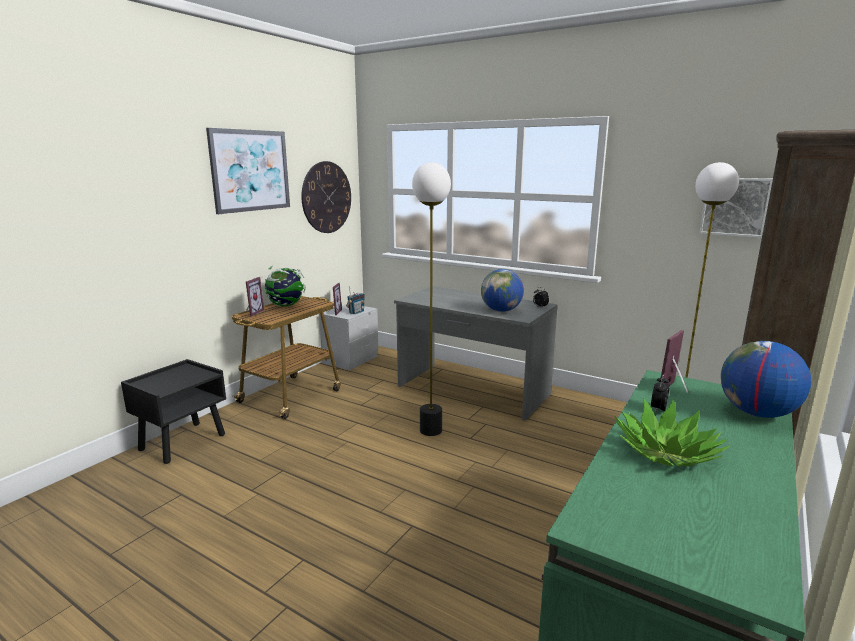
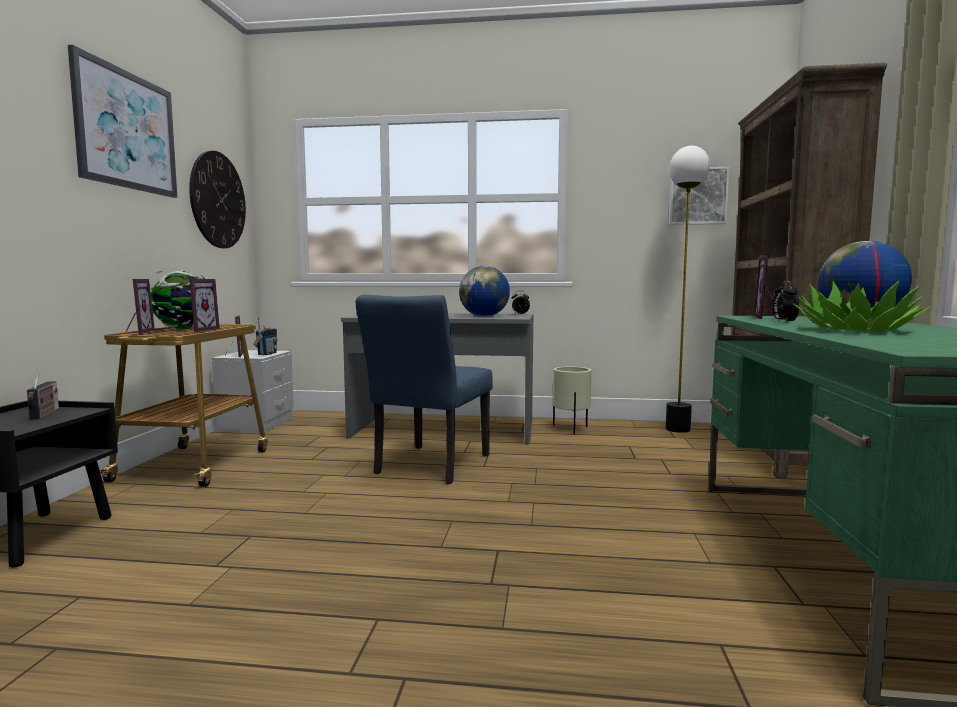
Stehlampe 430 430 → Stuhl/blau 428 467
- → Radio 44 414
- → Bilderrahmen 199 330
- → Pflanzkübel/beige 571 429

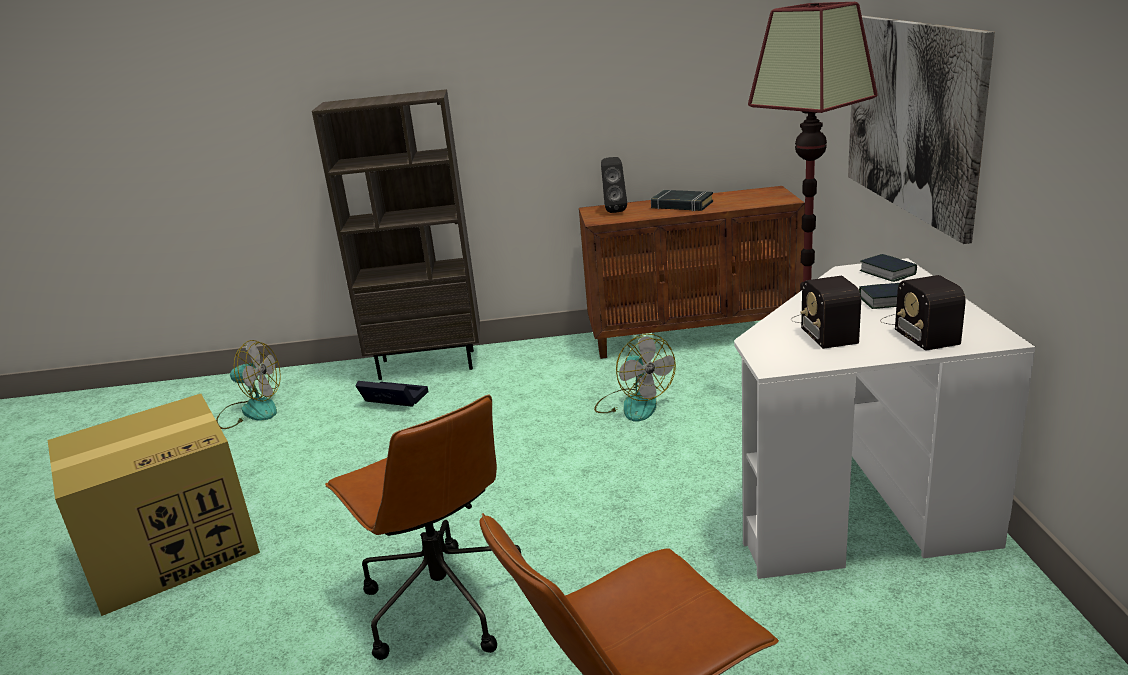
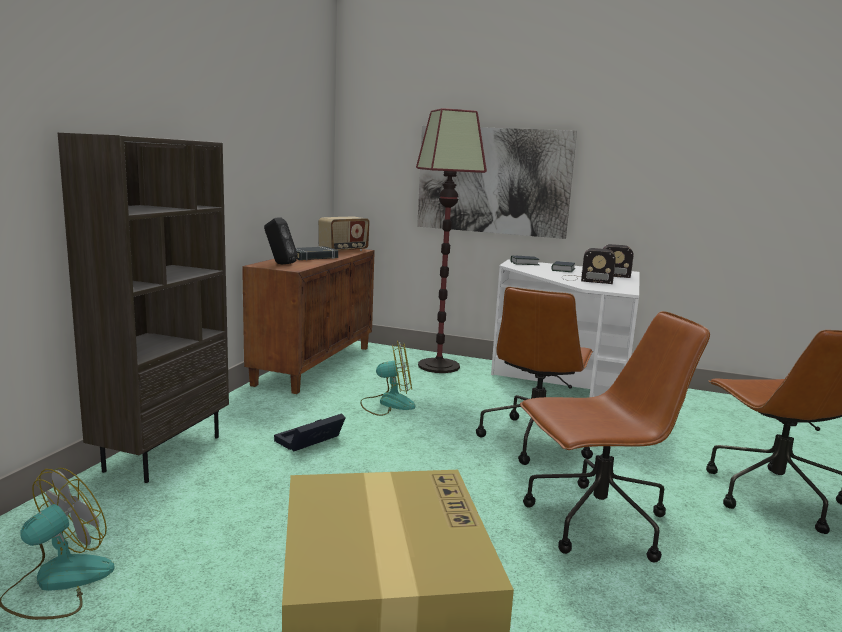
Aufbewahrungsbox/schwarz 392 399 → Aufbewahrungsbox/schwarz 308 441, relocated
- → Radio 344 250
- → Bürostuhl/braun 534 440

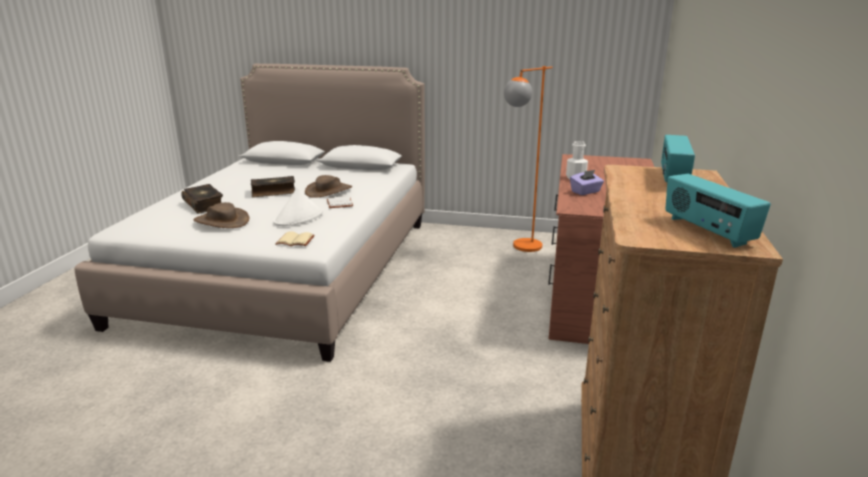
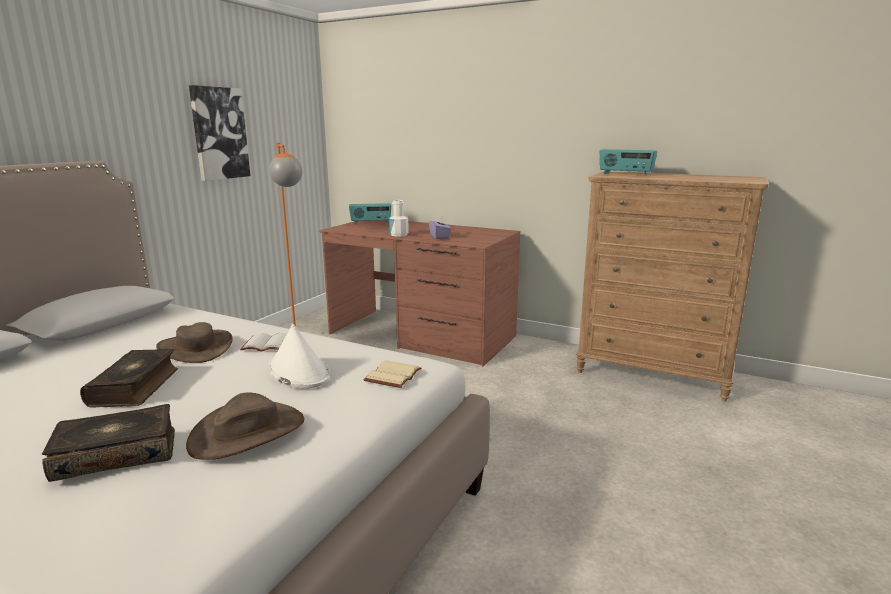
Radio 707 231 → Radio 370 222, relocated
- → Bild 219 133

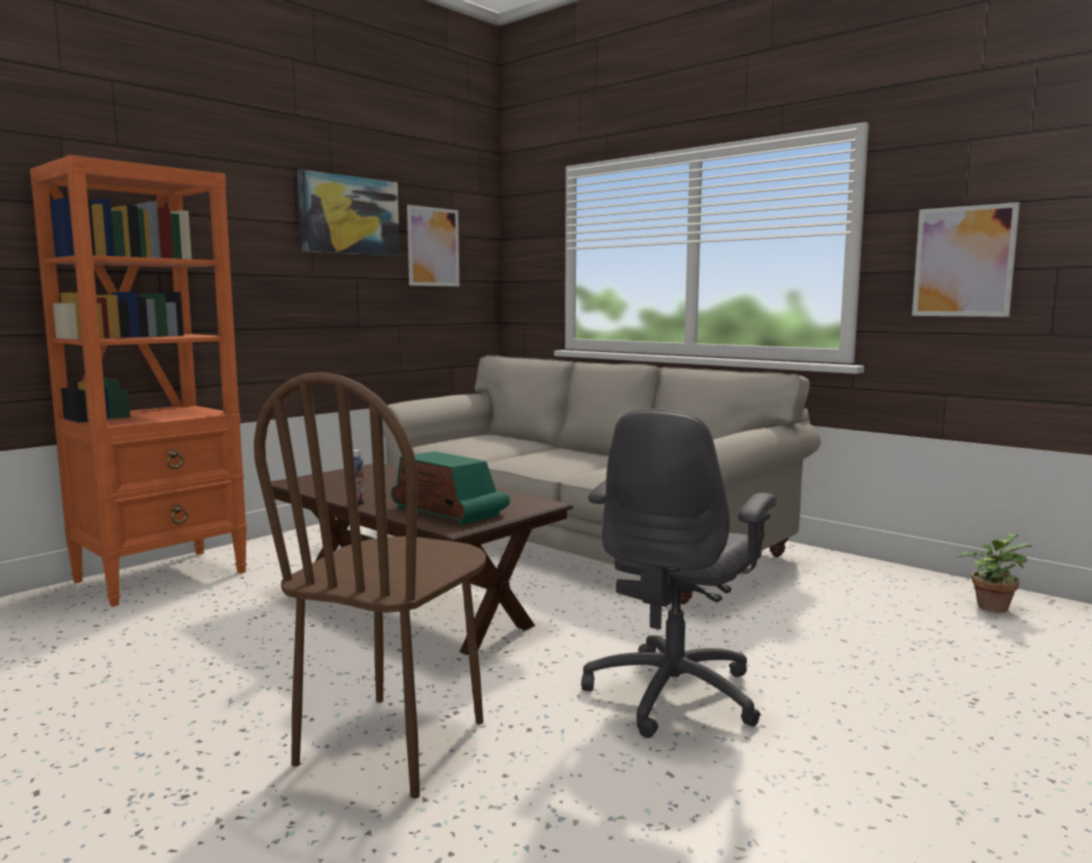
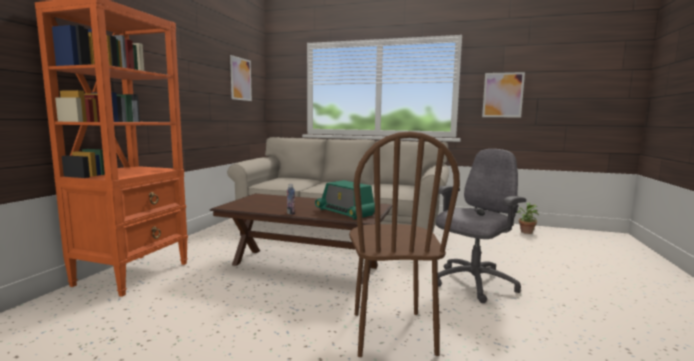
Bild 349 215 → -
Radio 448 511 → Radio 345 212, 150 degrees counterclockwise
Bürostuhl/grau 675 693 → Bürostuhl/grau 473 284, 135 degrees counterclockwise

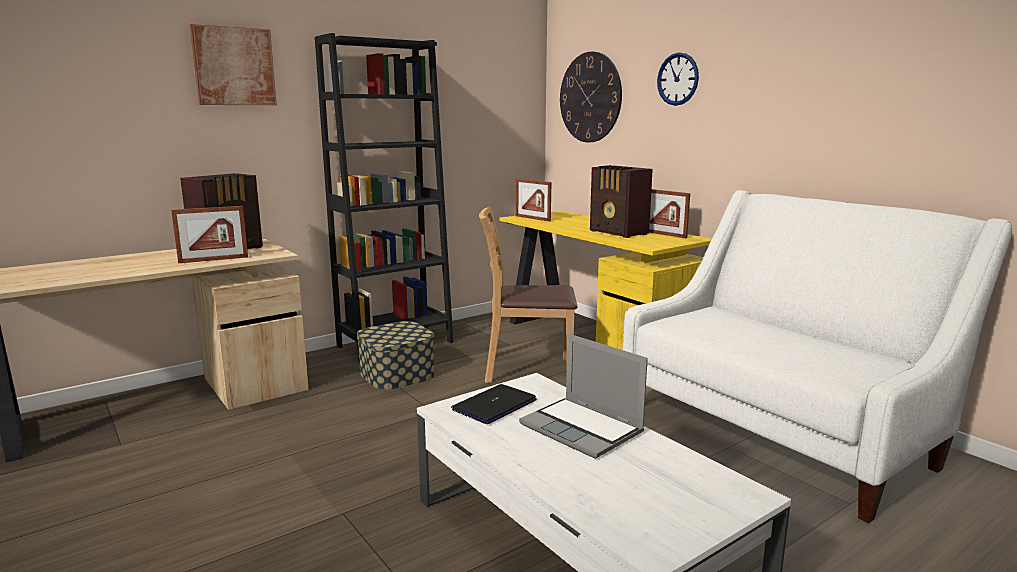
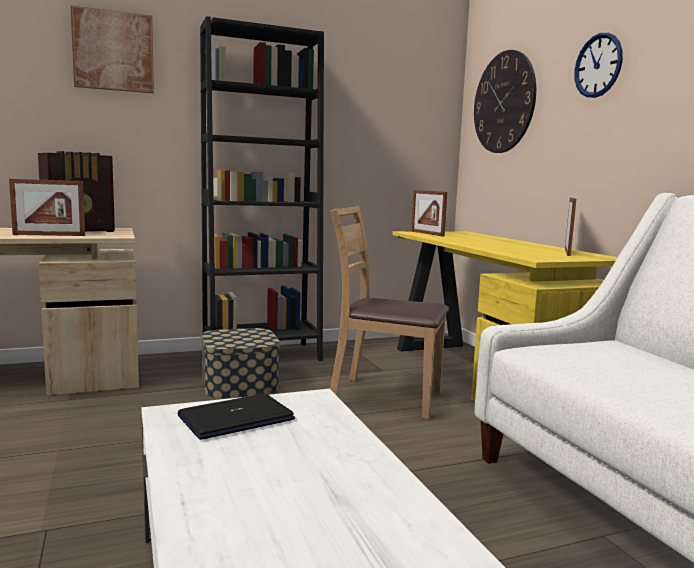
Laptop 583 429 → -
Radio 619 232 → -
Bilderrahmen 663 234 → Bilderrahmen 567 252, 135 degrees counterclockwise

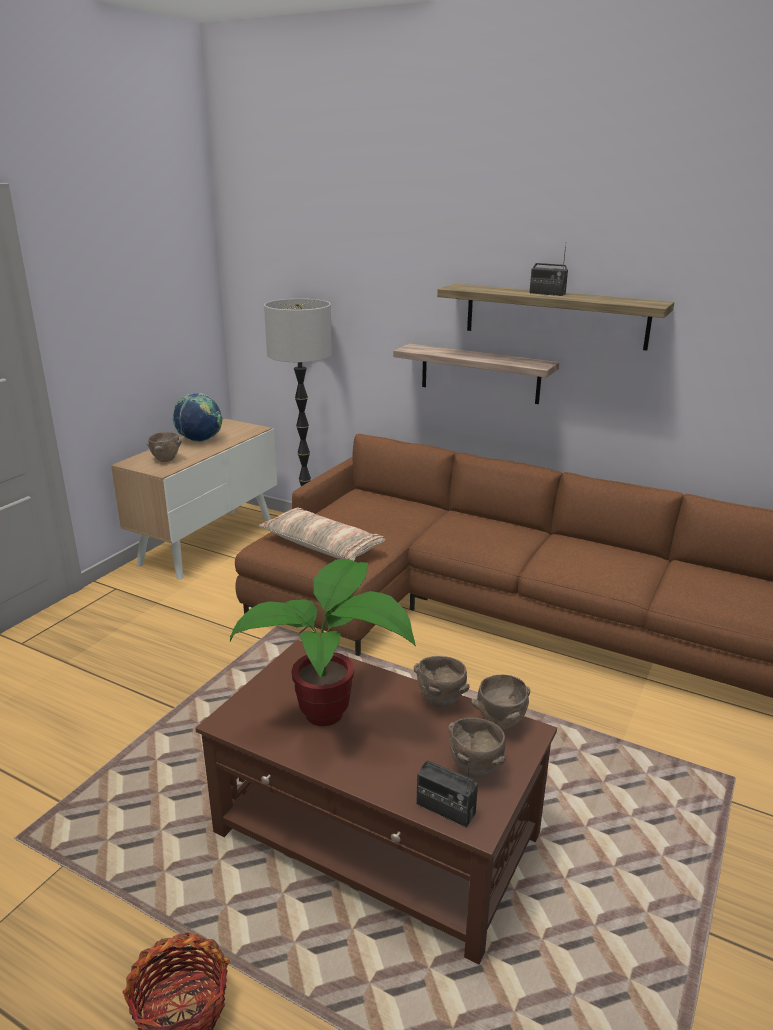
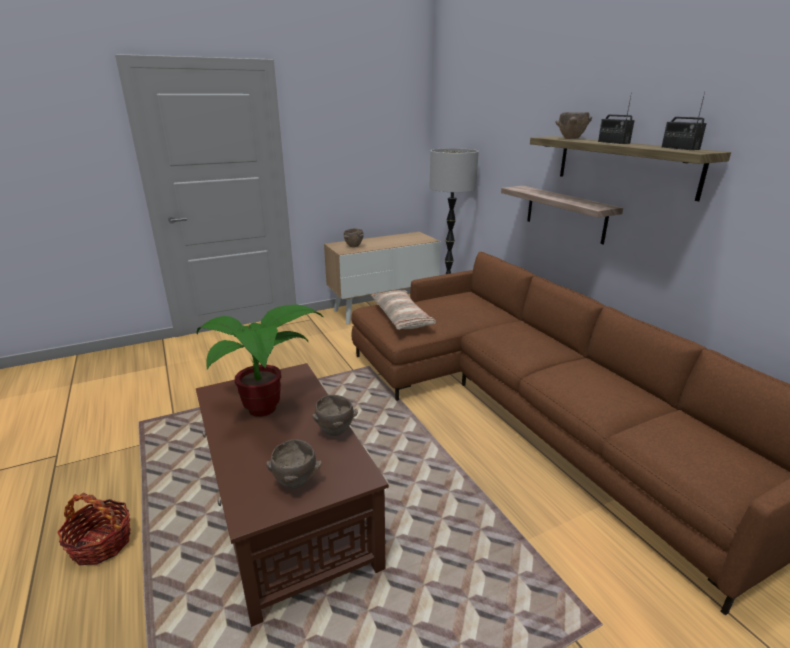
Globus 200 441 → -
Radio 445 809 → Radio 680 148, relocated
Schüssel/braun 500 723 → Schüssel/braun 571 139, relocated

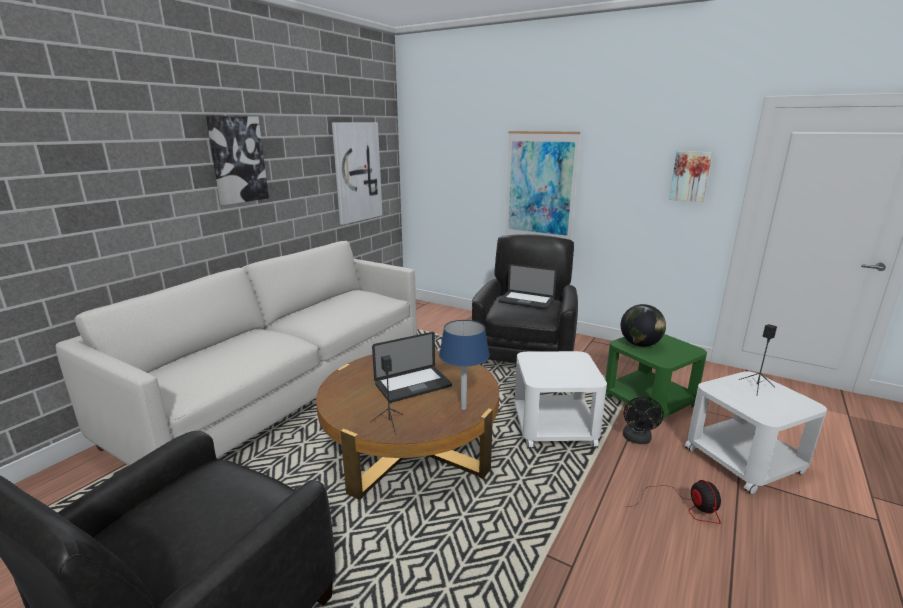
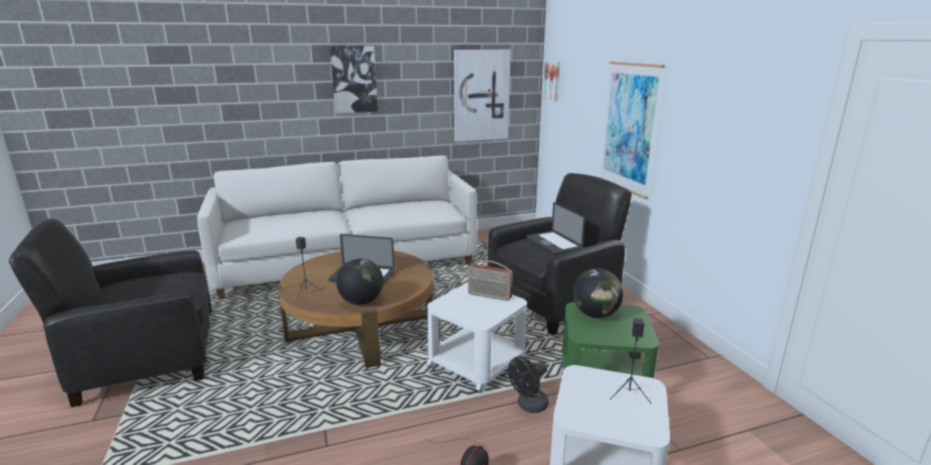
Tischlampe/blau 463 408 → Globus 361 302
Bild 690 176 → Bild 552 80, relocated
- → Radio 489 296

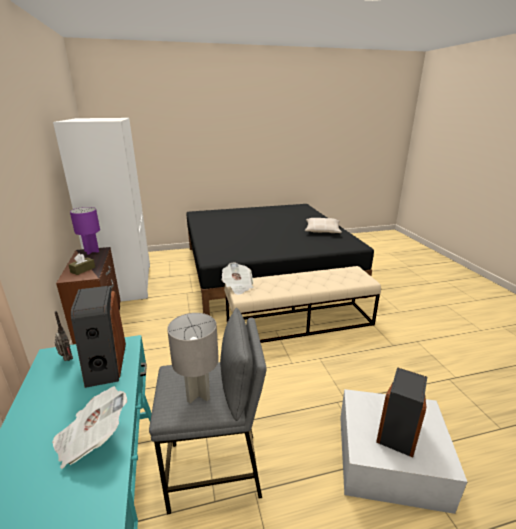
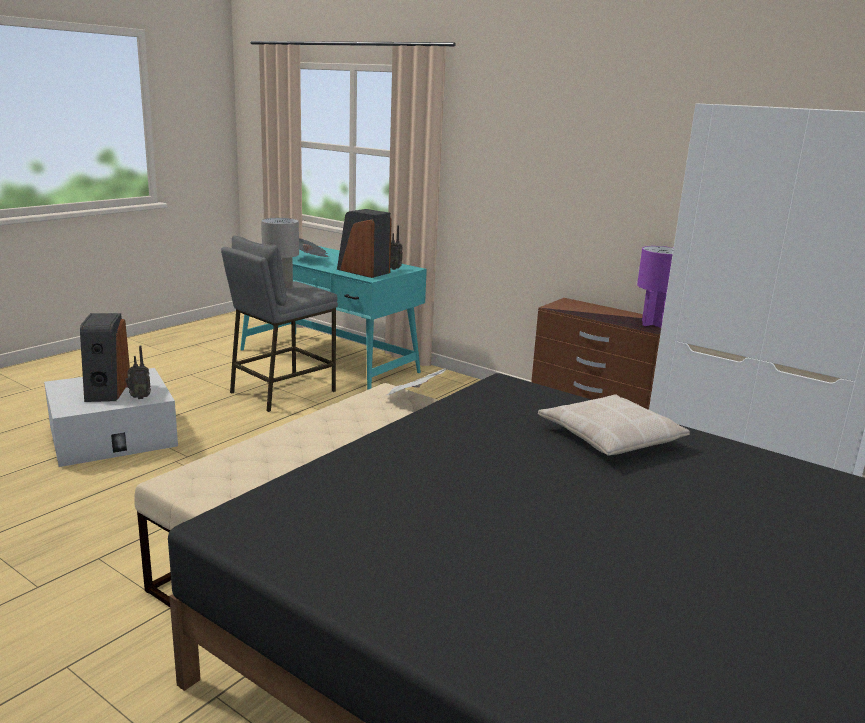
Taschentuchbox/braun 83 270 → -
Kissen/beige 322 230 → Kissen/beige 610 437, relocated
- → Radio 139 397

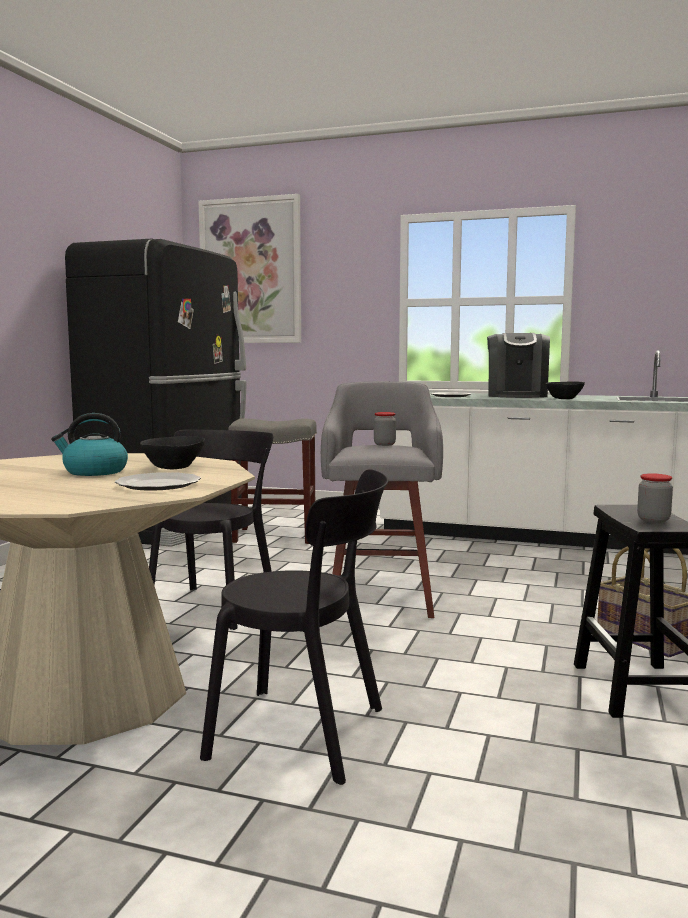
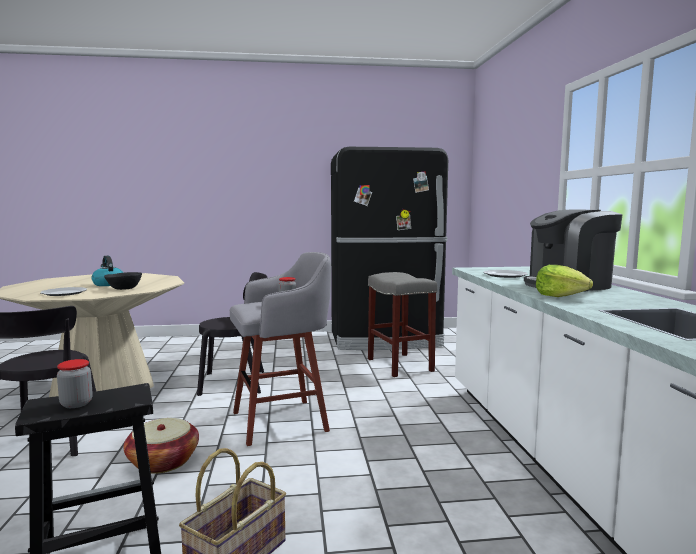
Bild 250 271 → -
Schüssel/schwarz 563 398 → Salatkopf 560 296
- → Korb 163 461

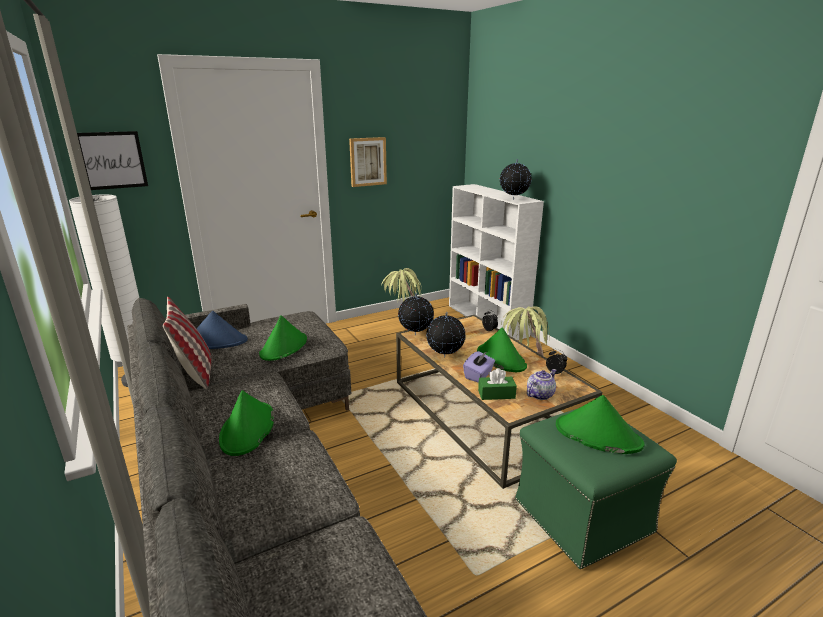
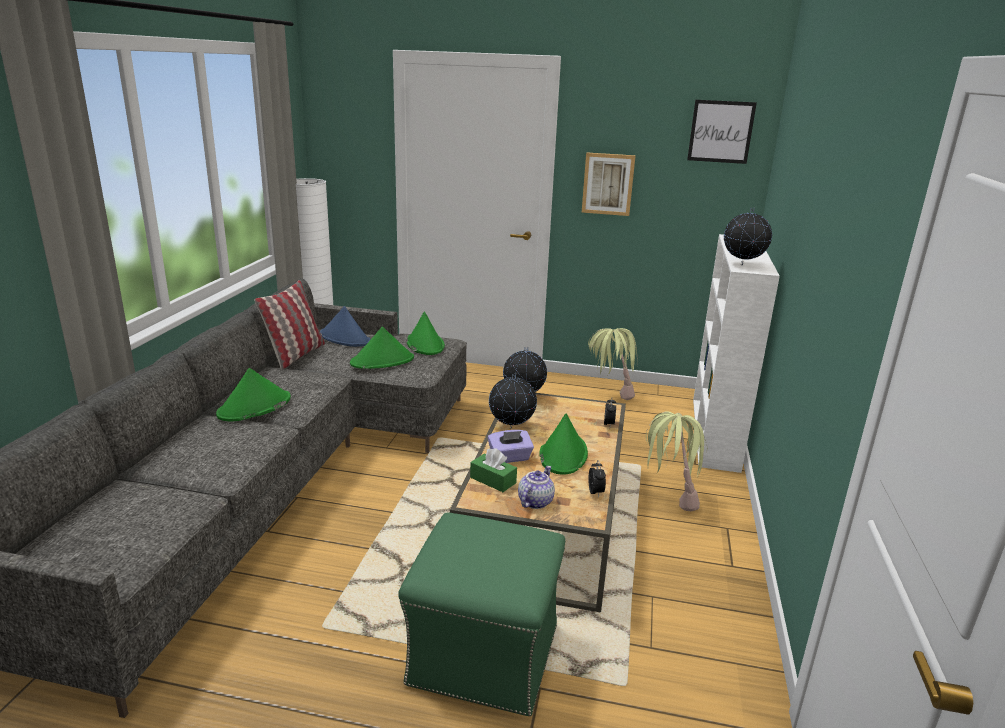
Bild 112 160 → Bild 721 131, relocated
Teekanne 539 394 → Teekanne 534 501, 60 degrees counterclockwise
Hut/grün 597 435 → Hut/grün 425 344, relocated

